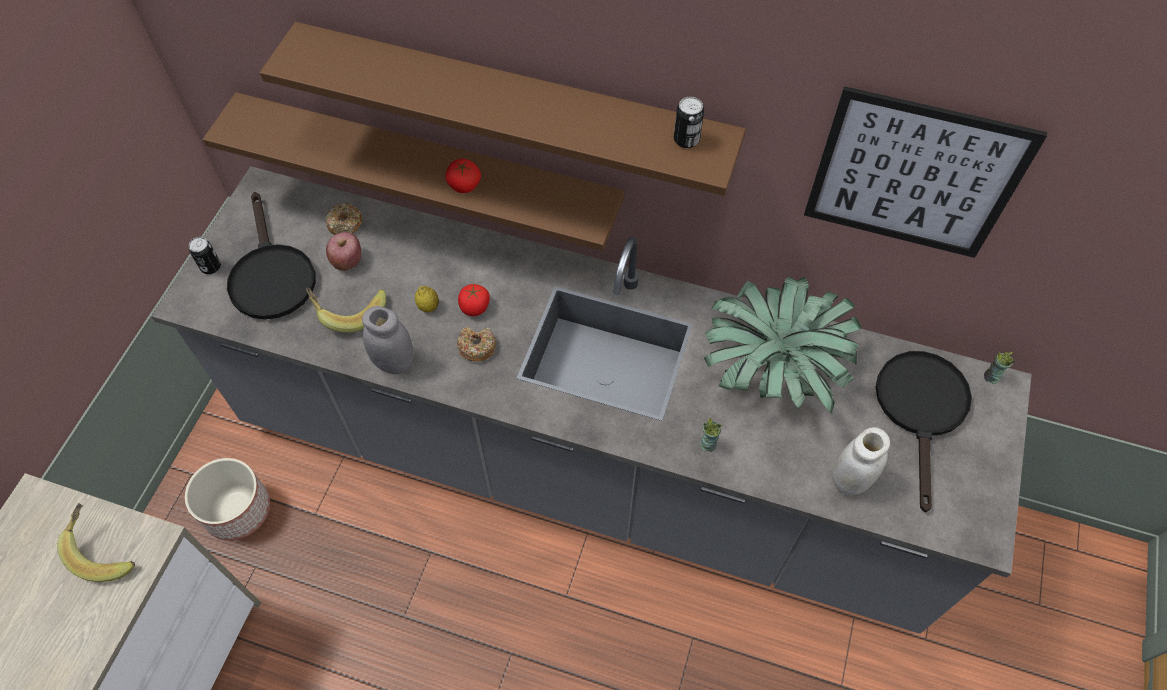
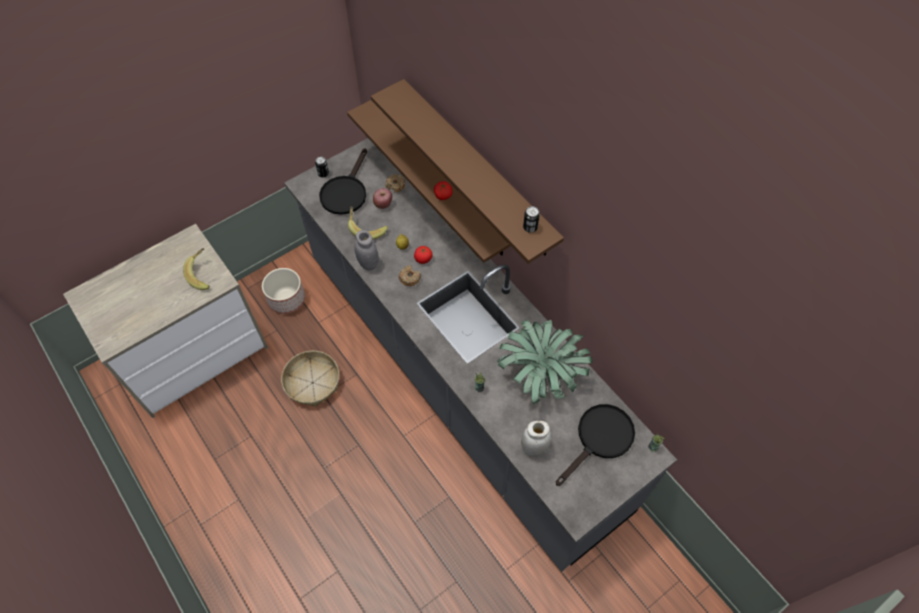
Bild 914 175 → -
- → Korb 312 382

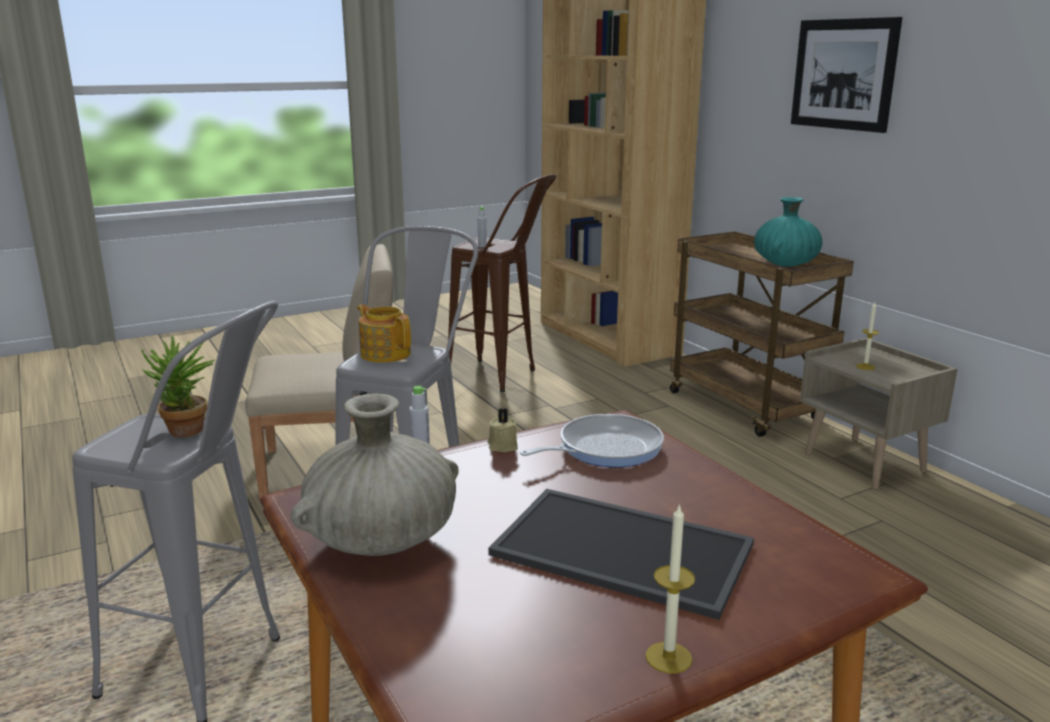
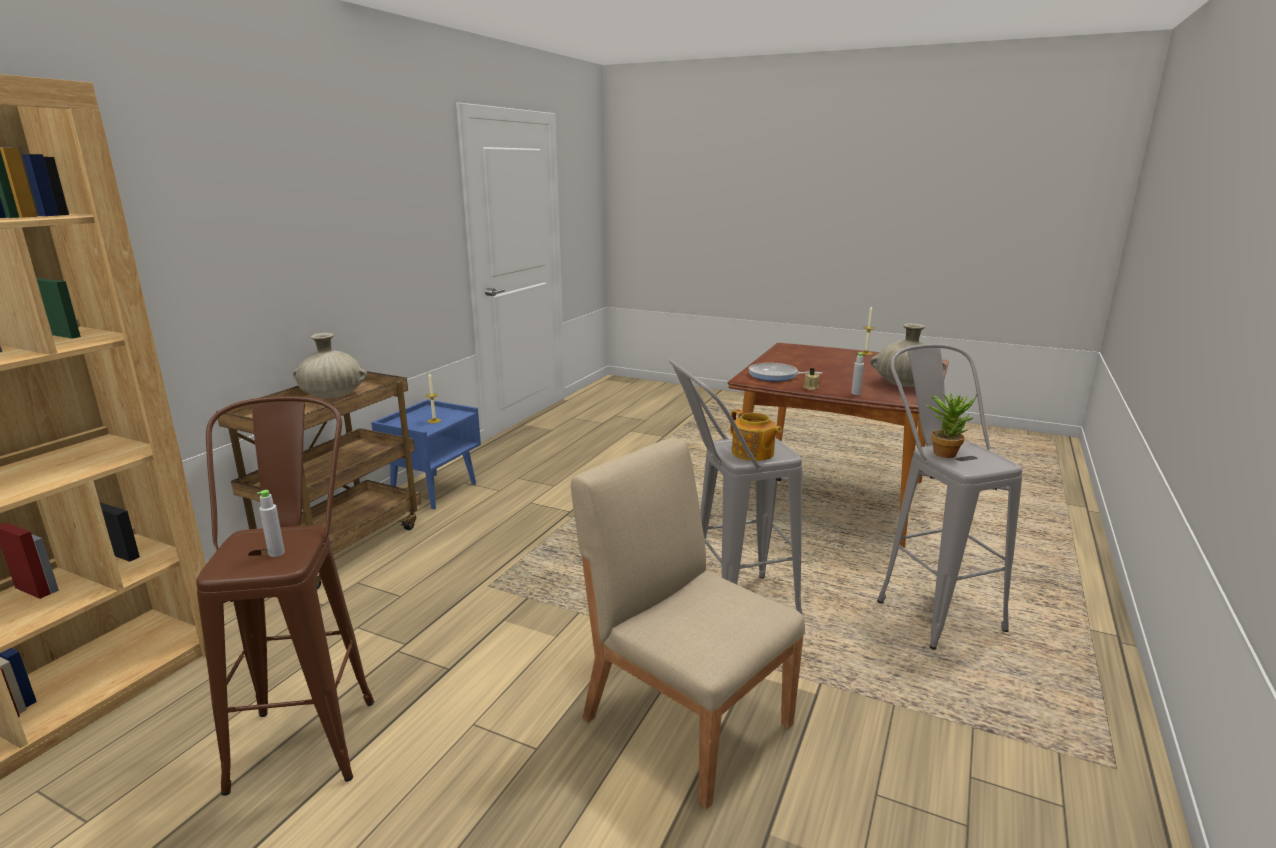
Teekanne 385 353 → Teekanne 753 453, 45 degrees counterclockwise
Tablett 626 548 → -
Vase/türkis 785 264 → Vase/beige 333 396
Bild 843 74 → -
Nachttisch/beige 865 462 → Nachttisch/blau 434 490

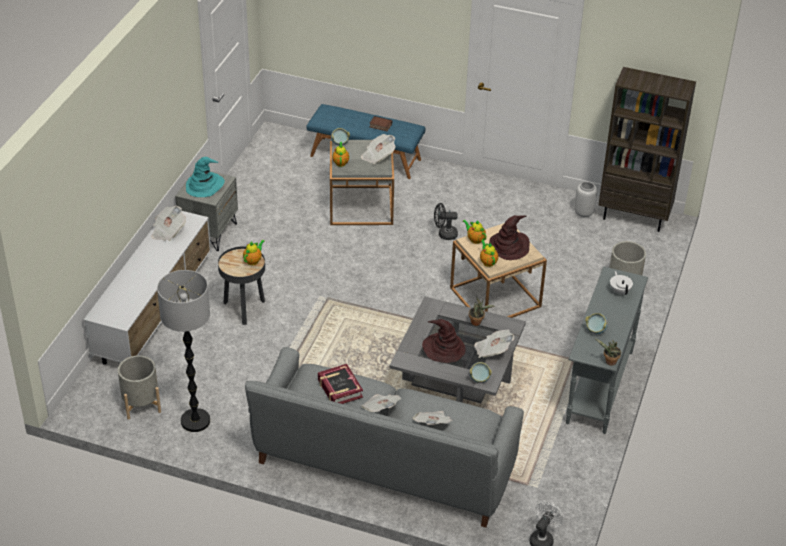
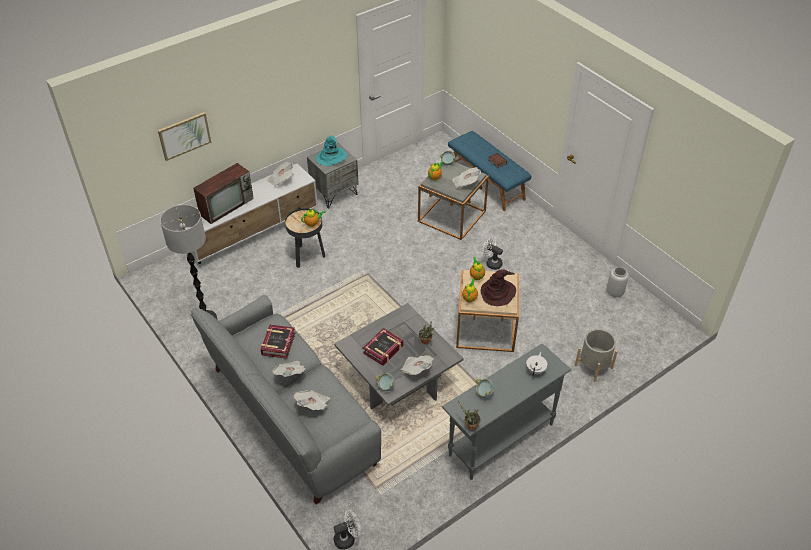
Pflanzkübel/grau 141 404 → -
Hut/braun 444 348 → Buch 383 349
Ventilator/schwarz 444 234 → Ventilator/weiß 491 263
Bücherregal/braun 634 217 → -
- → Bild 184 135
- → Fernseher 227 206

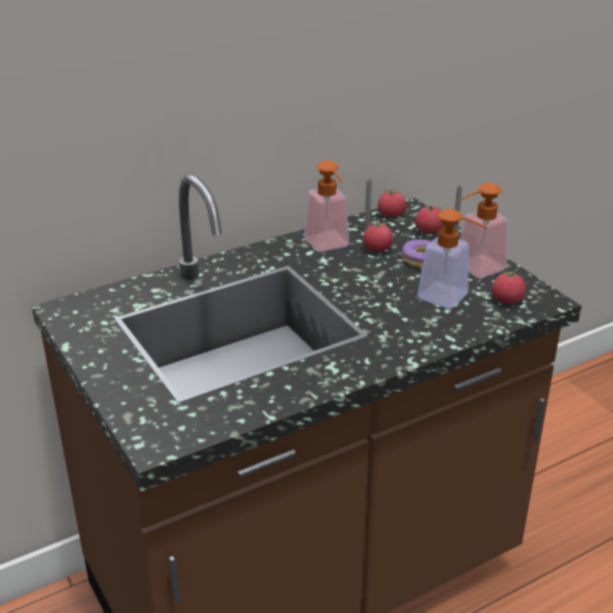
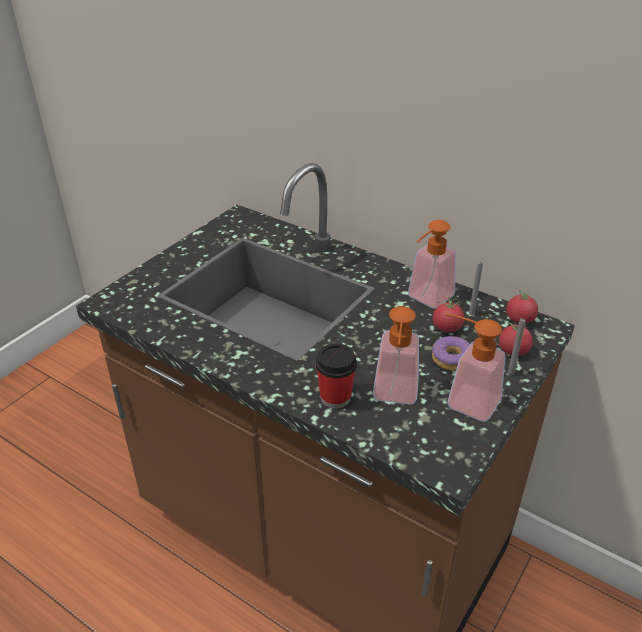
Tomate 507 300 → -
- → Tasse 335 397

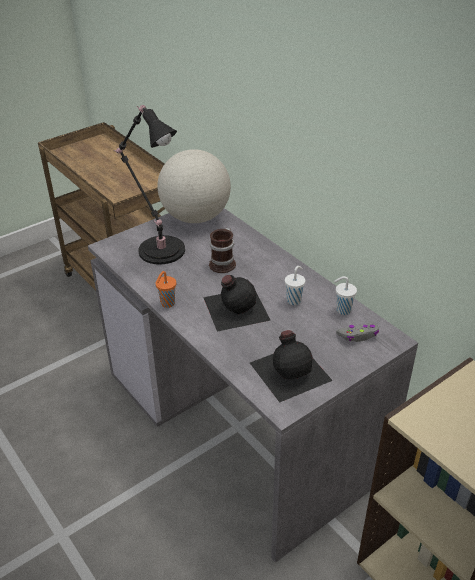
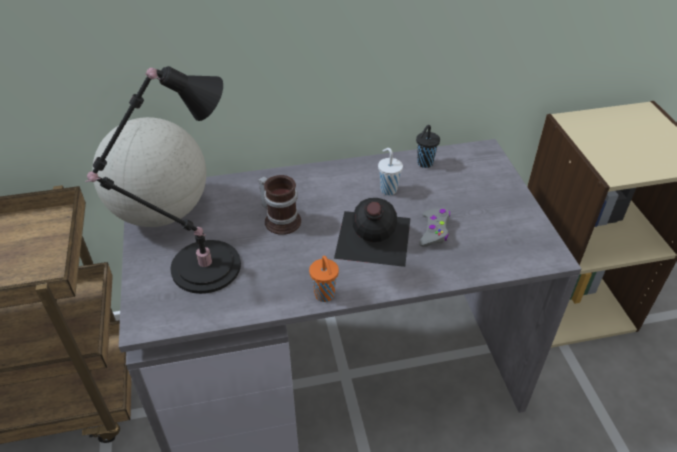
Flasche/schwarz 290 370 → -
Tasse/weiß 342 310 → Tasse/schwarz 424 163
Gamepad/grau 358 335 → Gamepad/grau 434 231, relocated

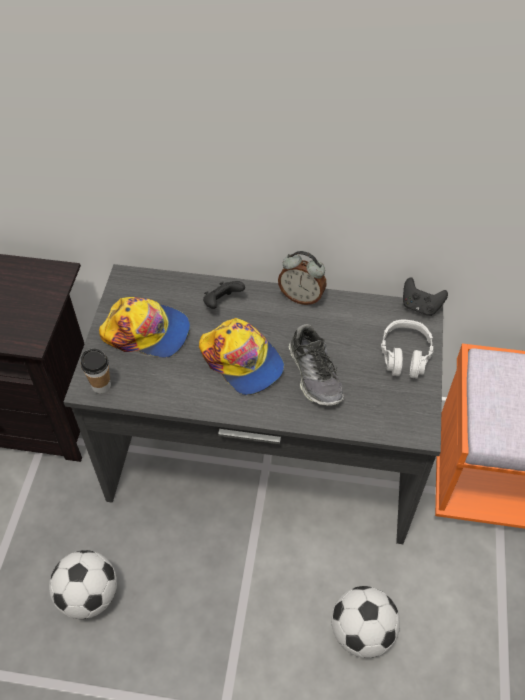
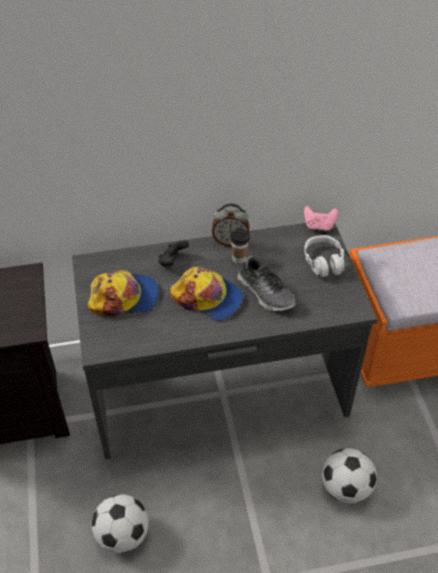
Tasse 101 385 → Tasse 239 259, relocated
Gamepad/schwarz 420 306 → Gamepad/rosa 319 226

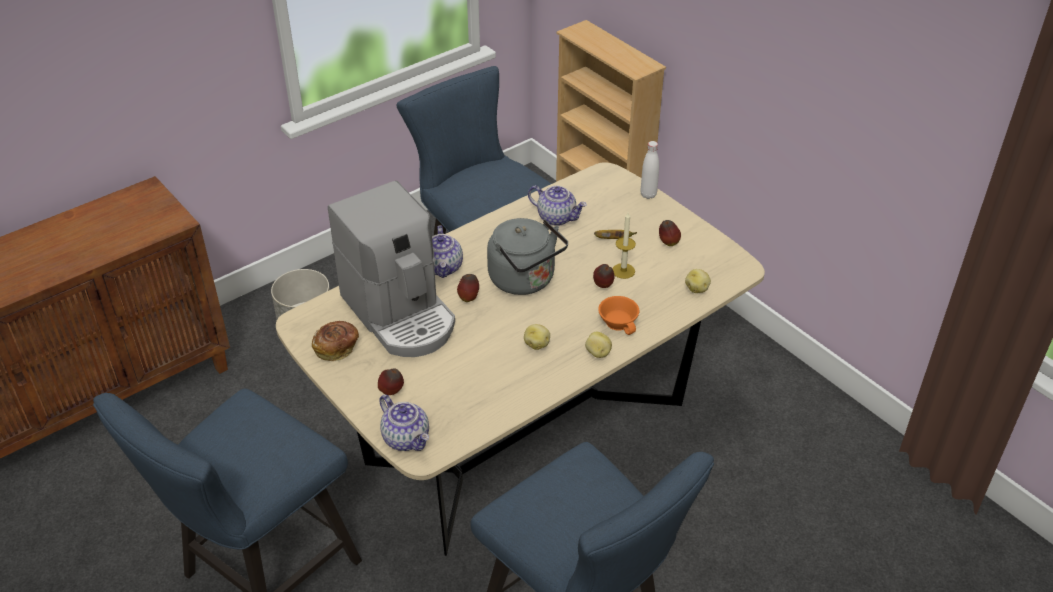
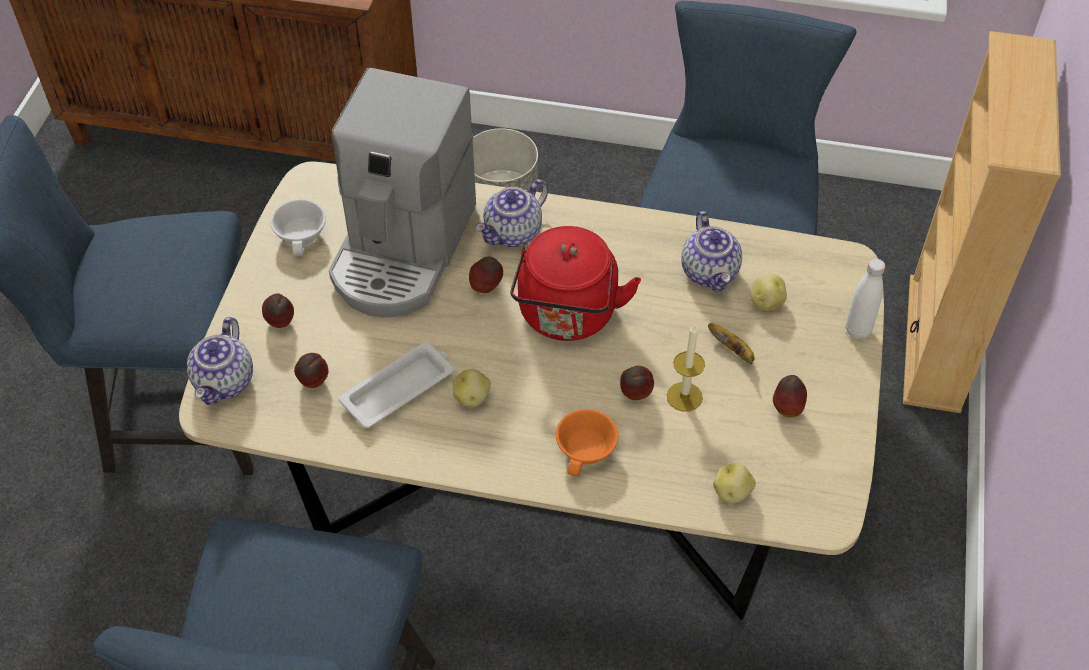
Brot 337 348 → Tasse/weiß 303 236
Wasserkessel/grau 525 280 → Wasserkessel/rot 567 317
Kartoffel 597 353 → Kartoffel 766 302, relocated
- → Apfel 313 383
- → Tablett/weiß 399 389

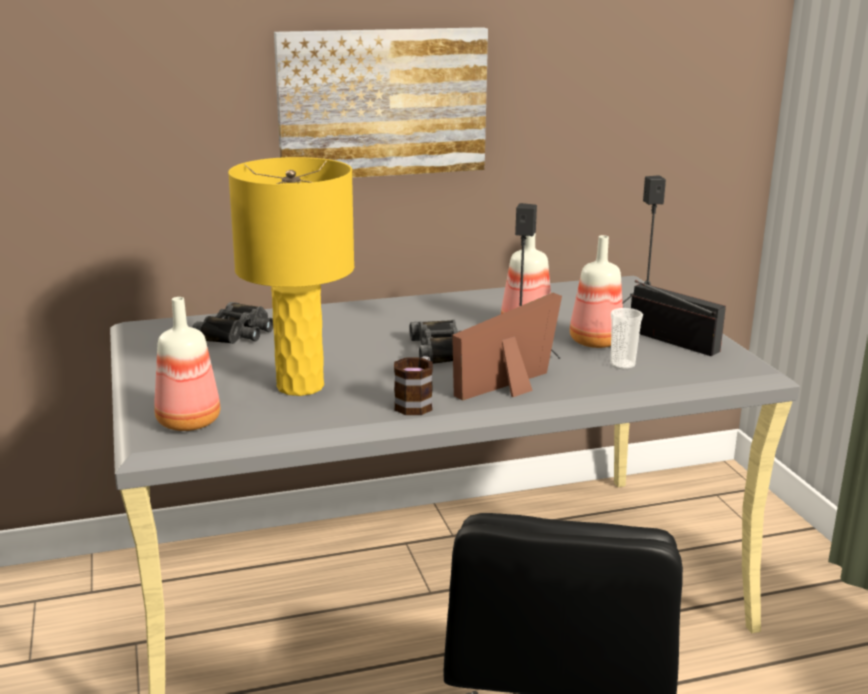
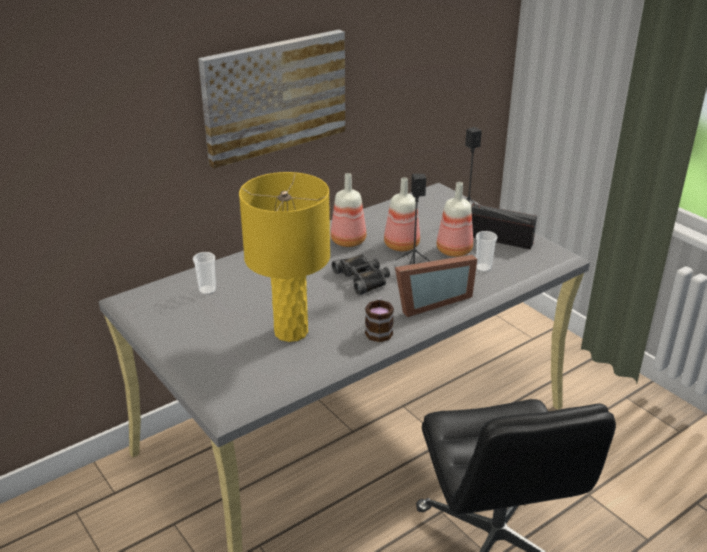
Flasche 190 423 → Flasche 349 241, relocated
Fernglas/schwarz 237 332 → Tasse 207 290
Bilderrahmen 514 386 → Bilderrahmen 429 301, 150 degrees counterclockwise

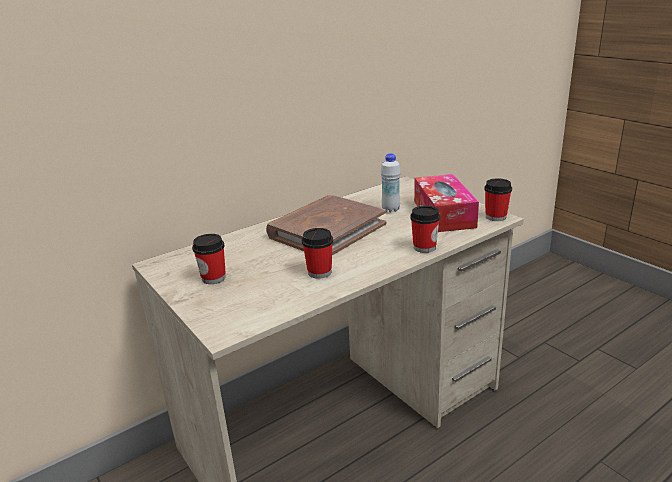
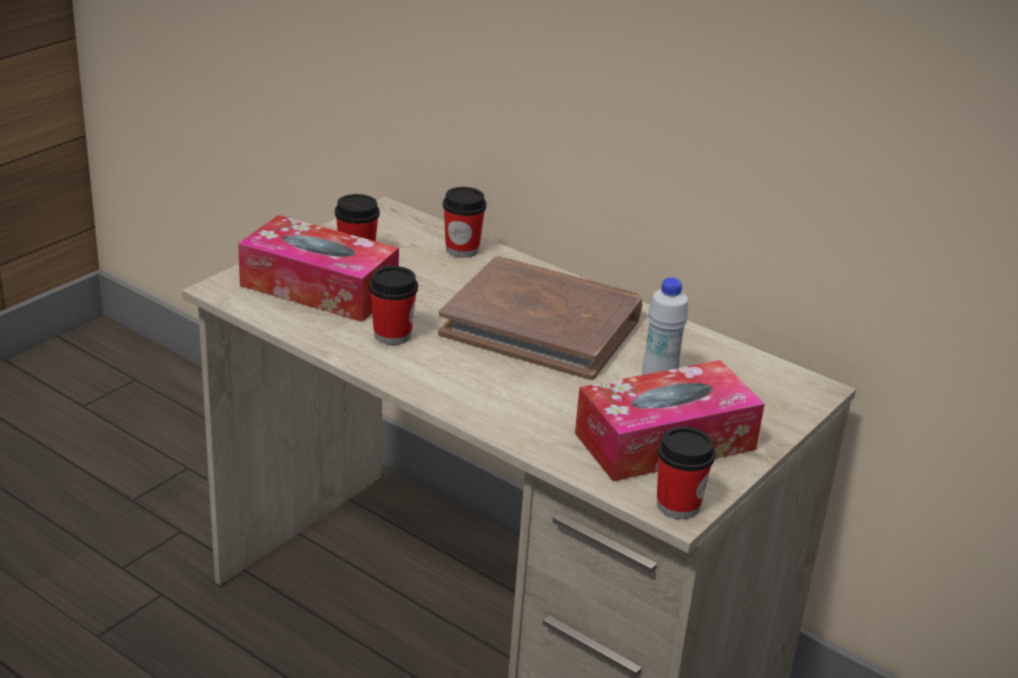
Tasse 424 247 → Tasse 462 249, relocated
- → Taschentuchbox 319 288

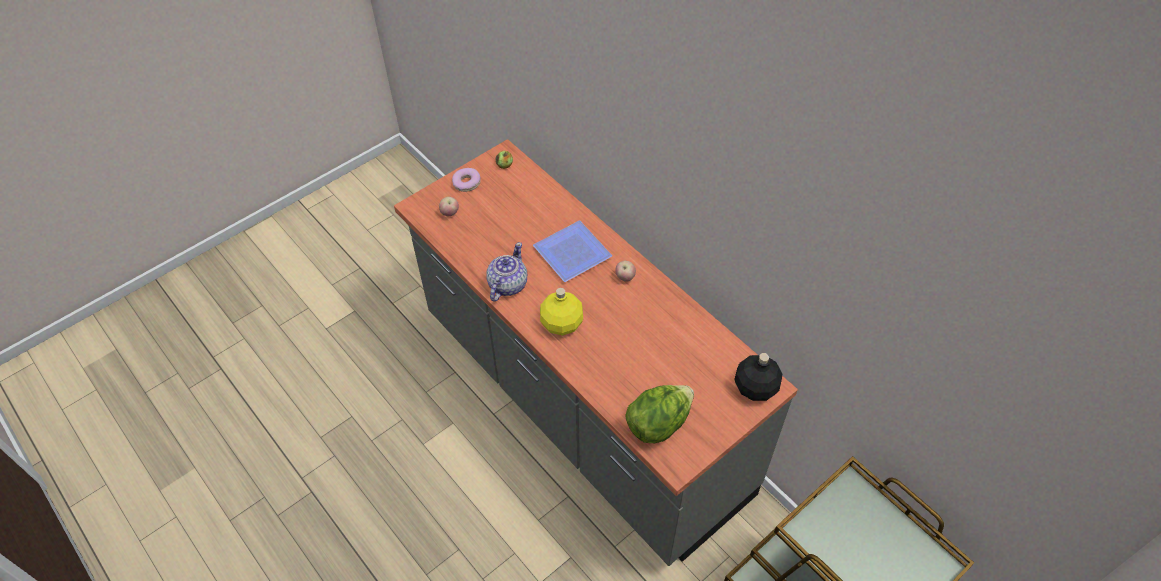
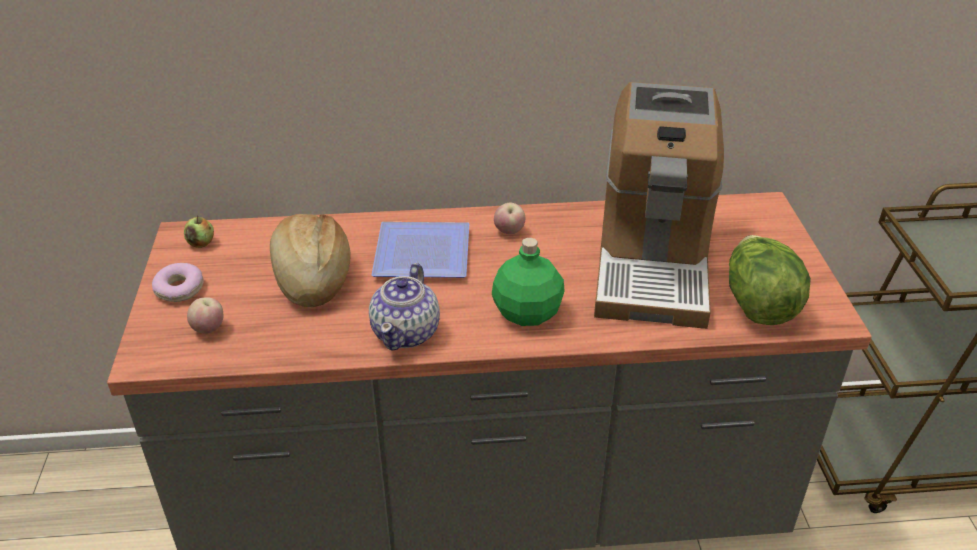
Teekanne 507 285 → Teekanne 407 332, 135 degrees counterclockwise
Flasche/gelb 562 323 → Flasche/grün 527 312
Flasche/schwarz 755 387 → -
- → Brot 310 277
- → Kaffeemaschine 652 262

